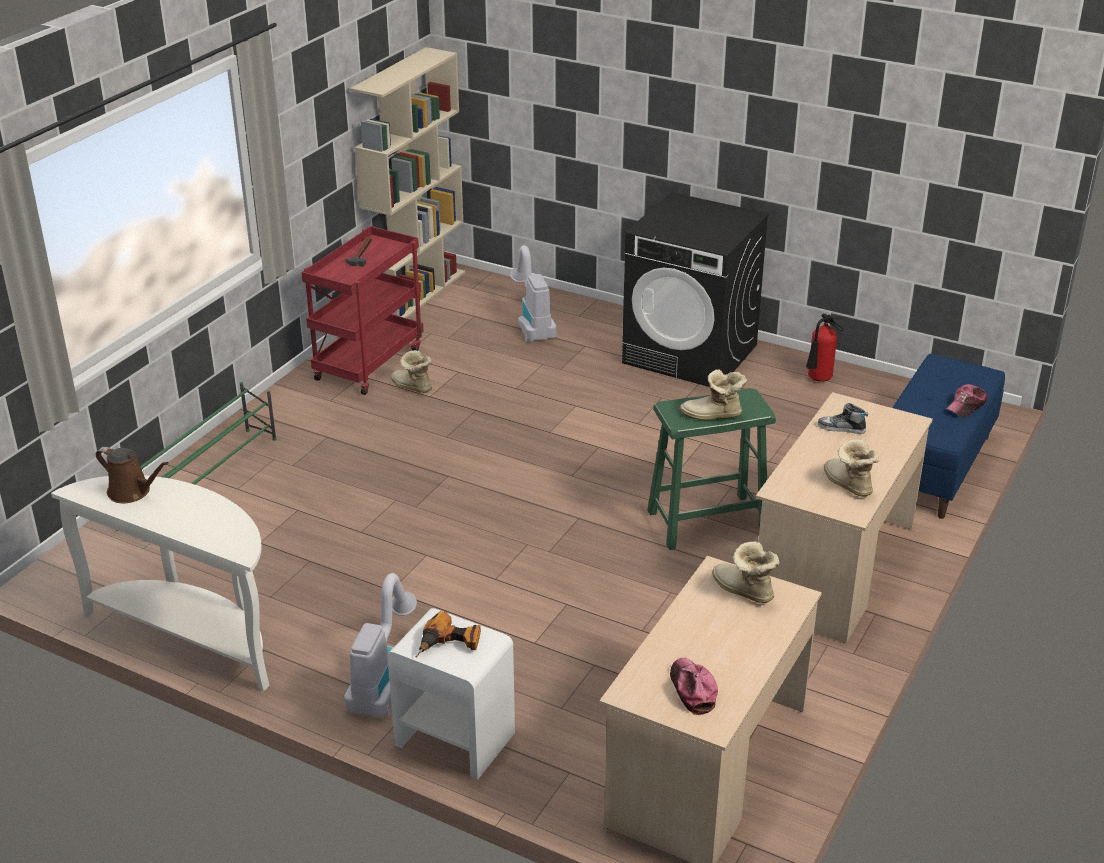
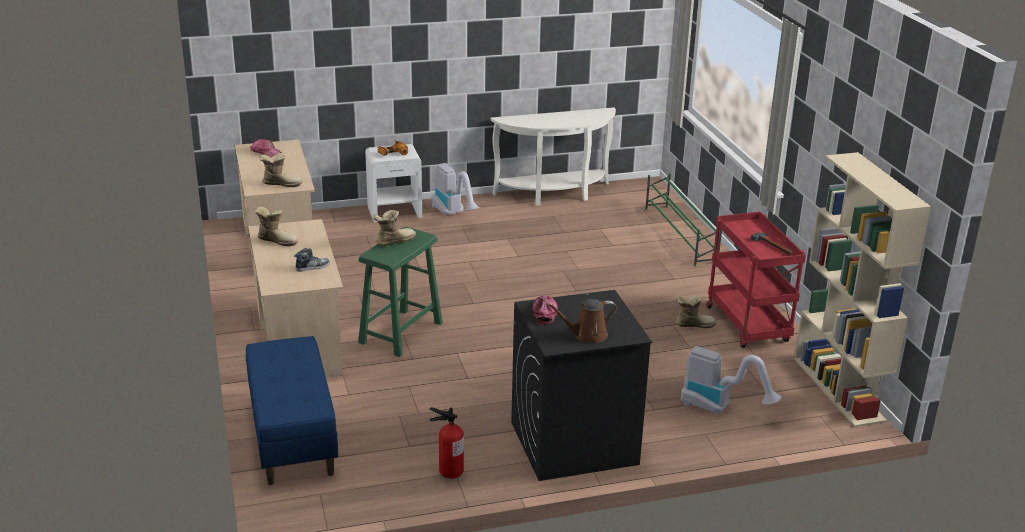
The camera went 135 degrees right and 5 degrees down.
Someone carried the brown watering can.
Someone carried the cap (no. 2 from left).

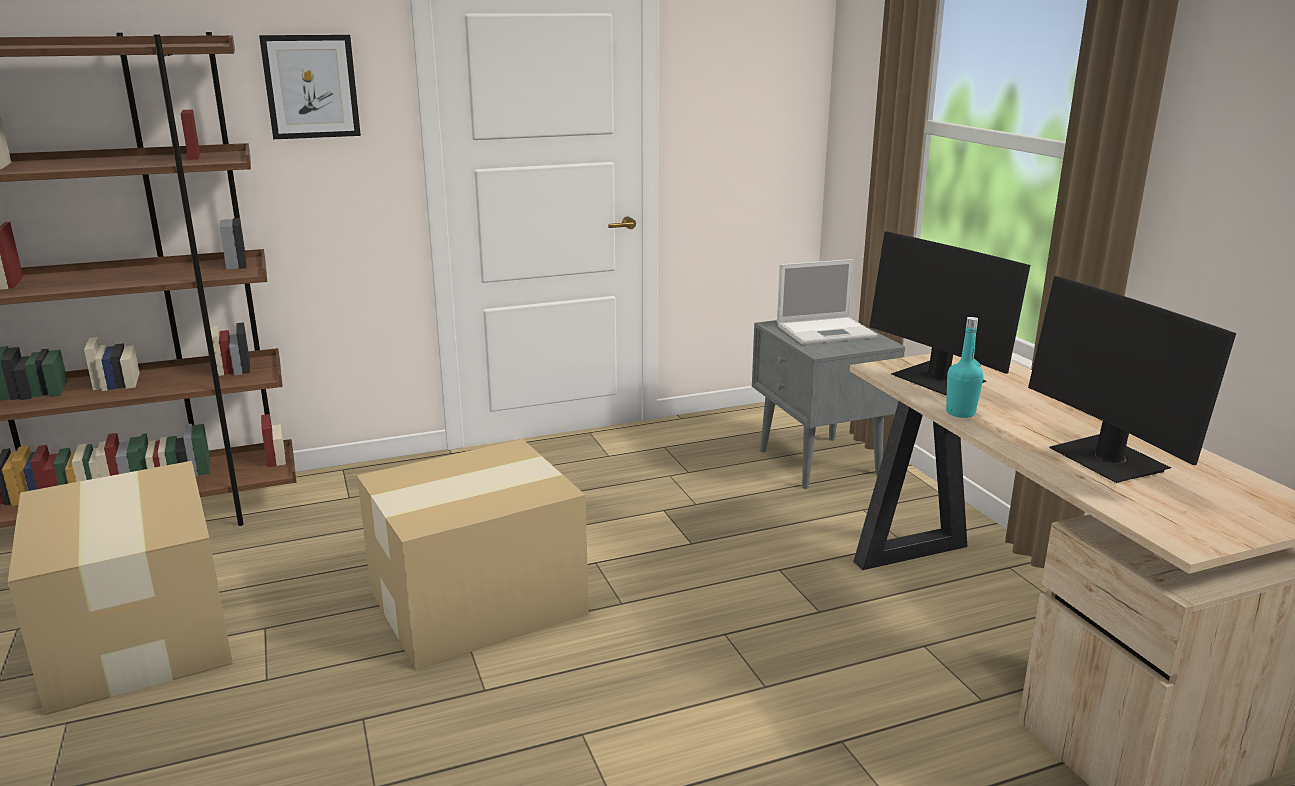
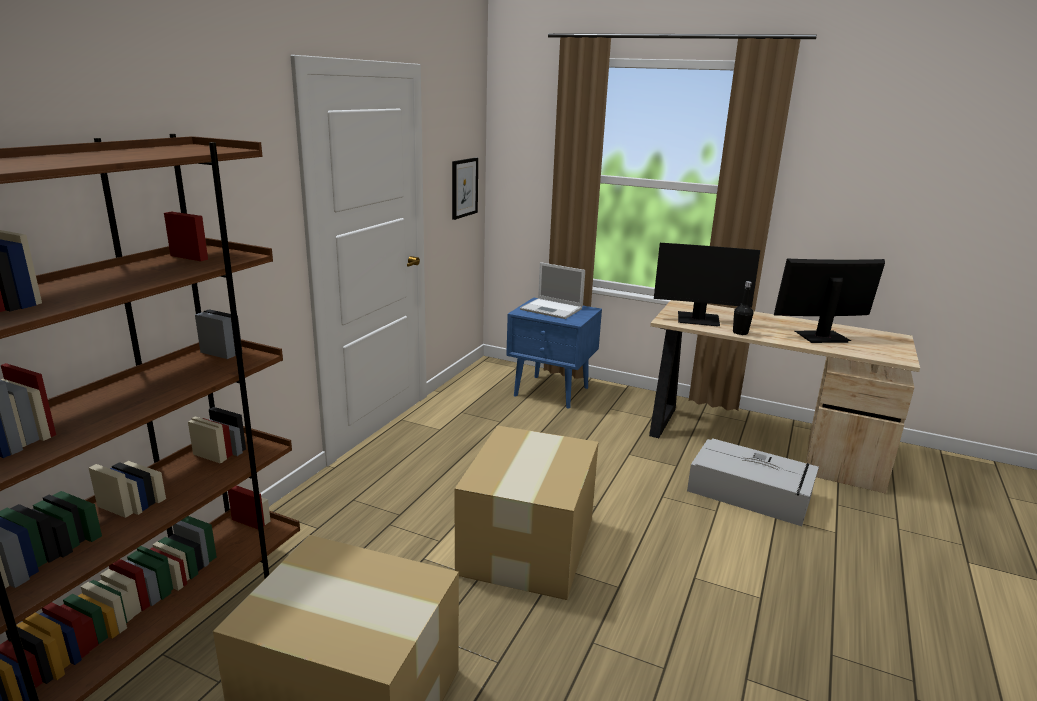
The camera went 45 degrees left and 0 degrees up.
Someone carried the picture.
Someone repainted the grey nightstand, which became the blue nightstand.
Someone rotated the laptop by 90 degrees clockwise.
Someone repainted the turquoise bottle, which became the black bottle.
Someone rotated the monitor (no. 2 from left) by 150 degrees clockwise.
Someone put down the grey storage box.

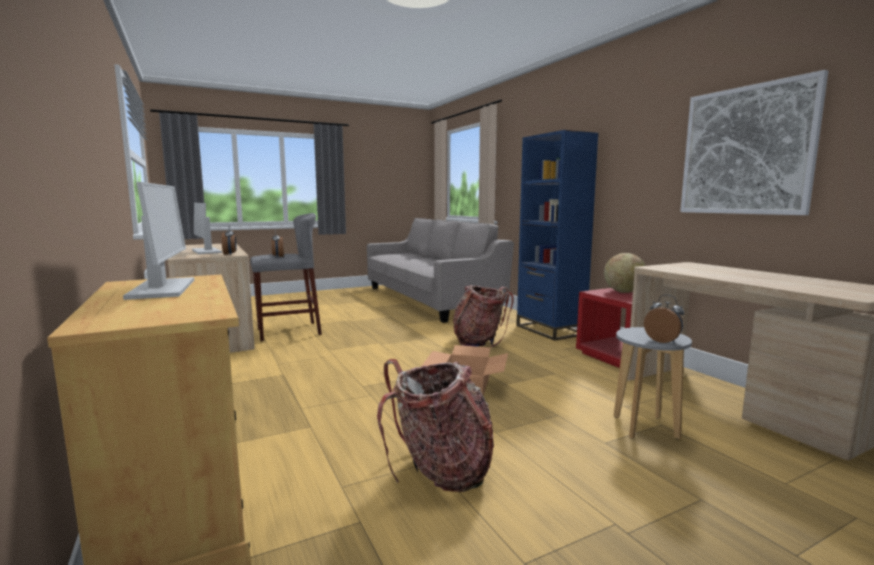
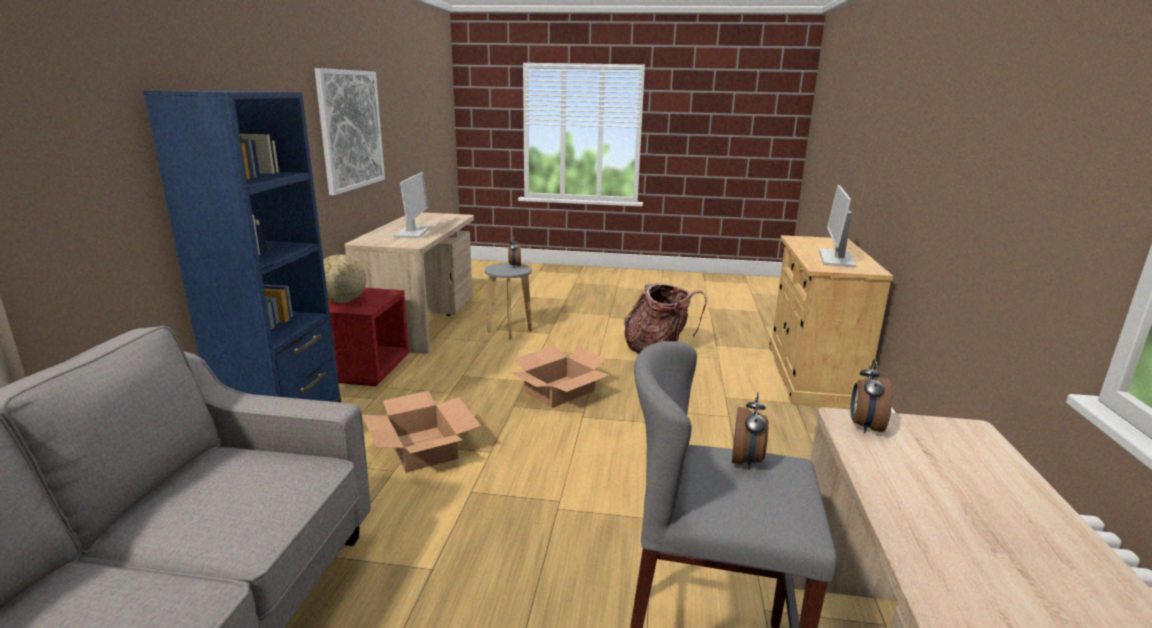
The camera went 145 degrees left and 10 degrees up.
Someone carried the monitor (no. 2 from left in the first image).
Someone swapped the backpack (no. 2 from left) for the cardboard box (no. 1 from left).

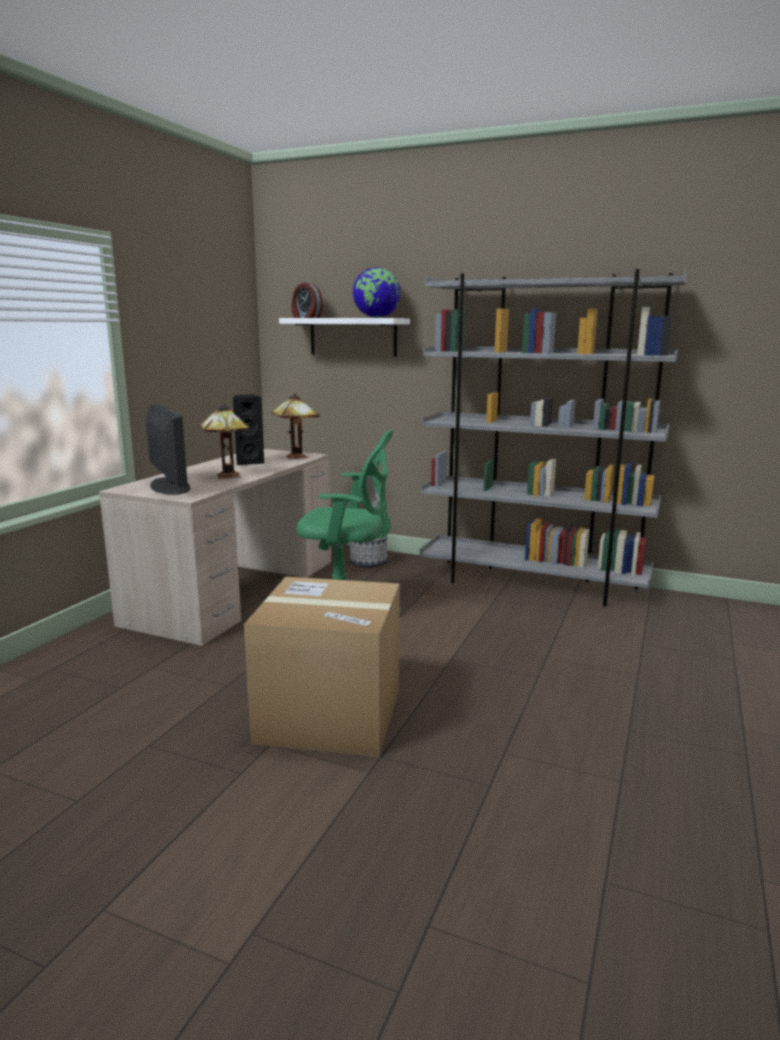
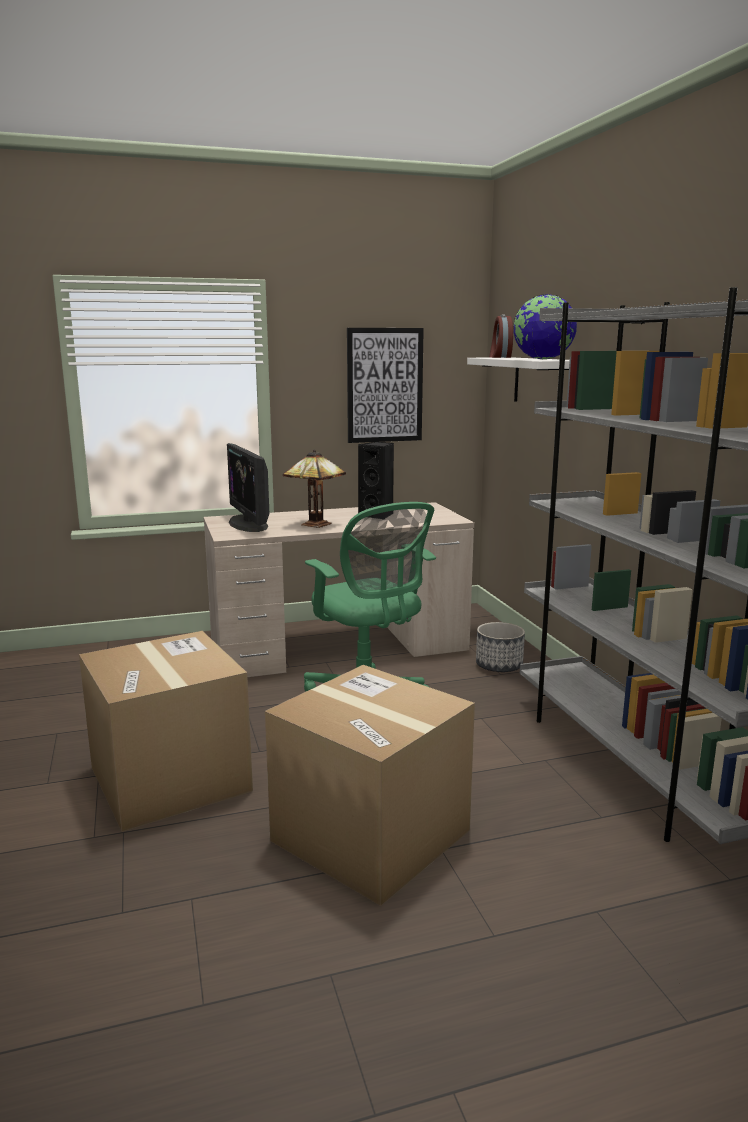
The camera went 50 degrees right and 0 degrees up.
Someone rotated the monitor by 135 degrees clockwise.
Someone took away the table lamp (no. 2 from left).
Someone put down the cardboard box (no. 2 from left).
Someone put up the picture.

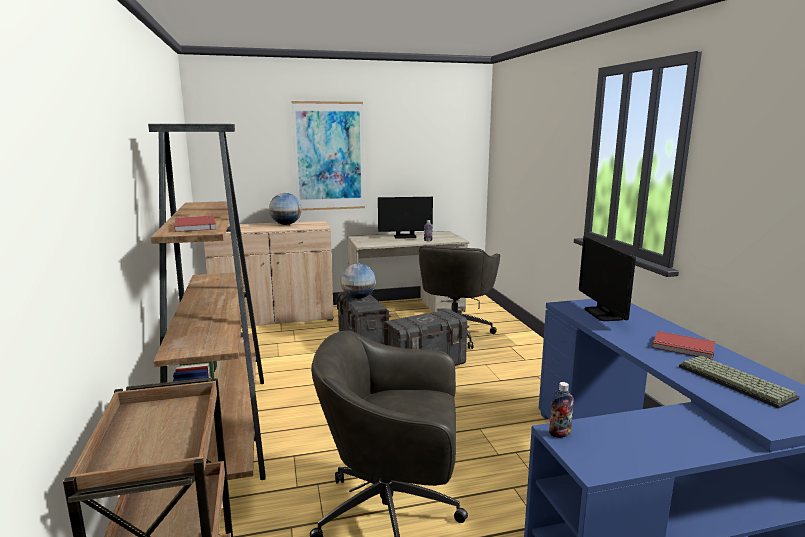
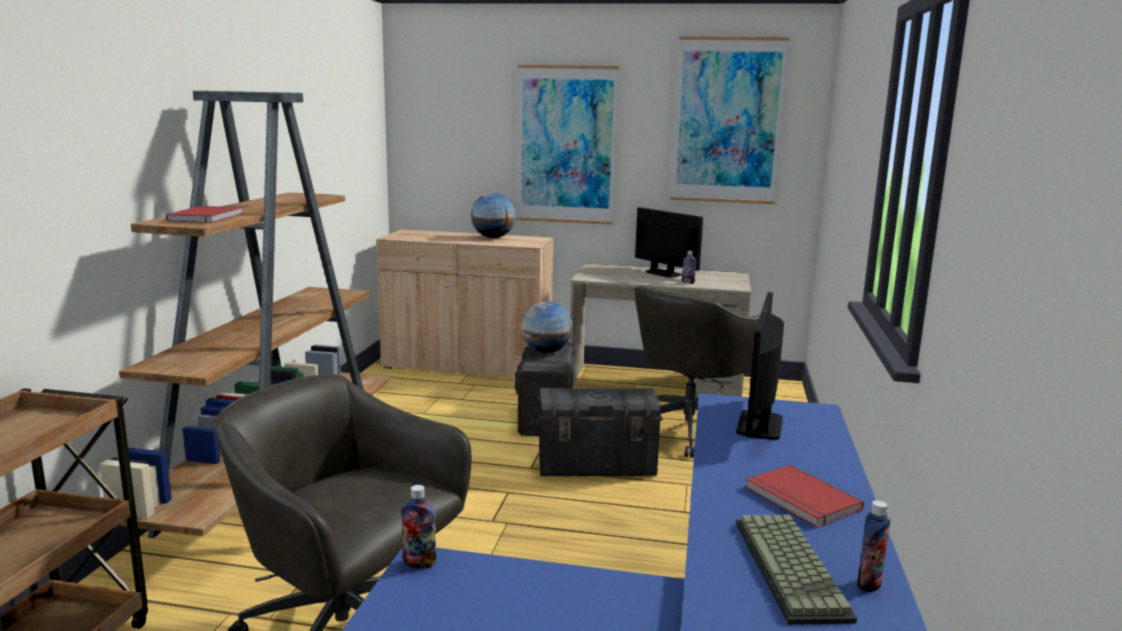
The camera went 25 degrees right and 0 degrees up.
Someone rotated the monitor (no. 1 from left) by 150 degrees counterclockwise.
Someone put up the picture (no. 2 from left).
Someone put down the bottle (no. 3 from left).

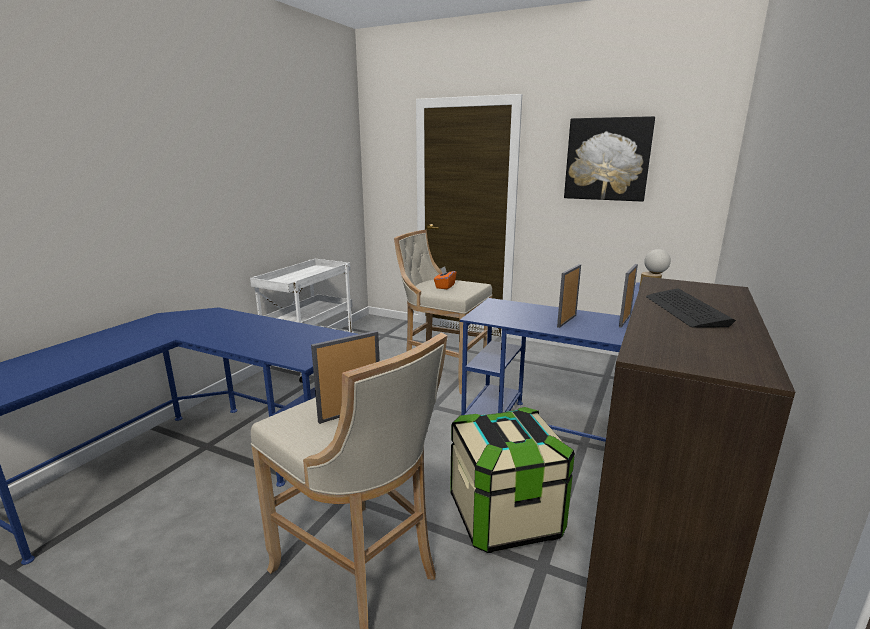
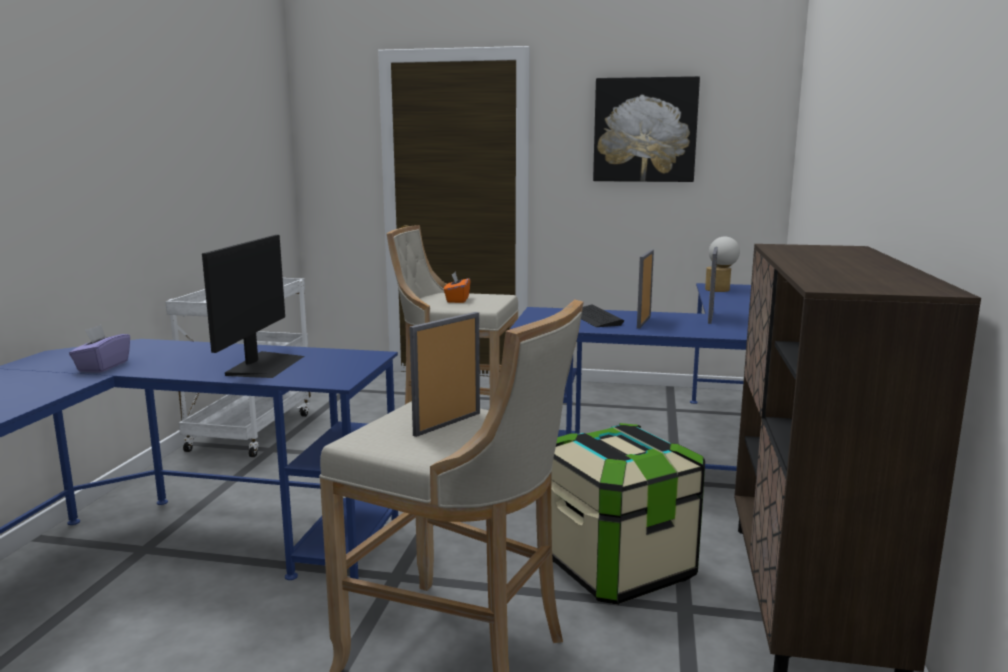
The camera went 15 degrees left and 5 degrees down.
Someone carried the keyboard.
Someone put down the purple tissue box.
Someone put down the monitor.

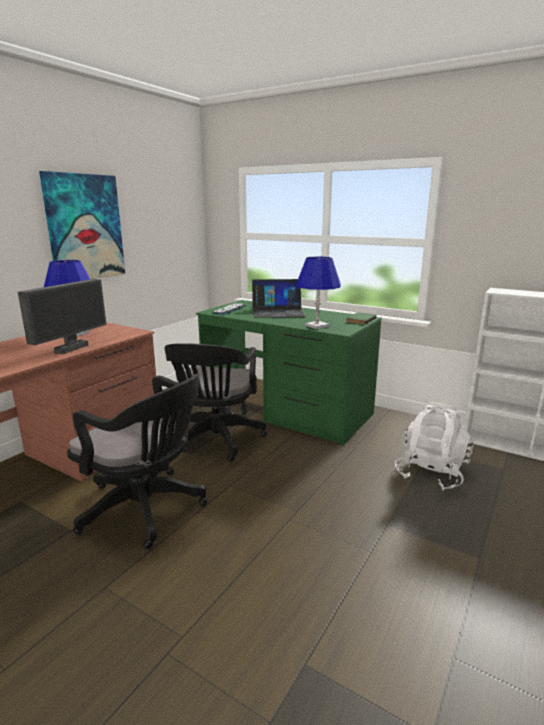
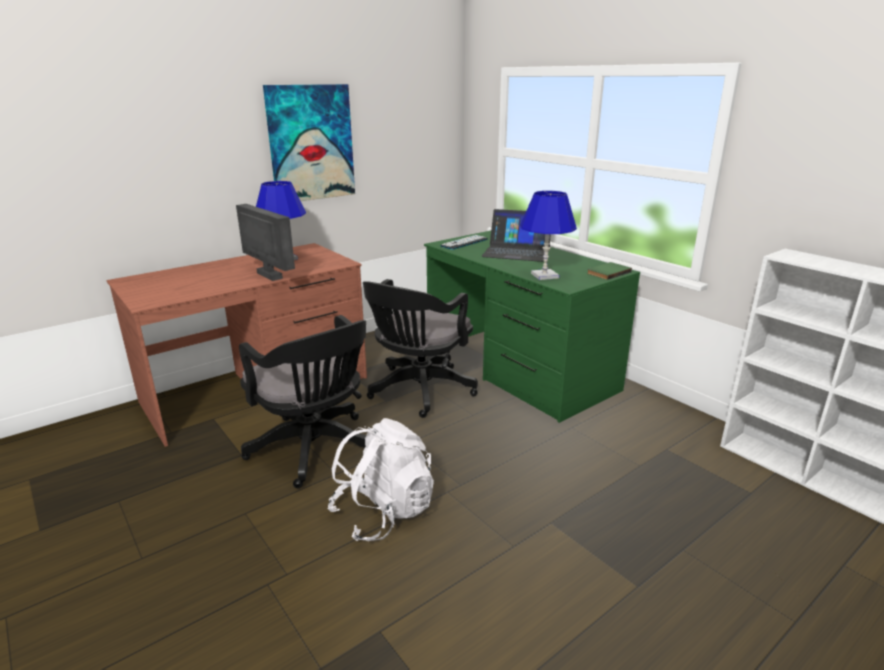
The camera went 20 degrees right and 5 degrees up.
Someone rotated the monitor by 90 degrees counterclockwise.
Someone carried the white backpack.

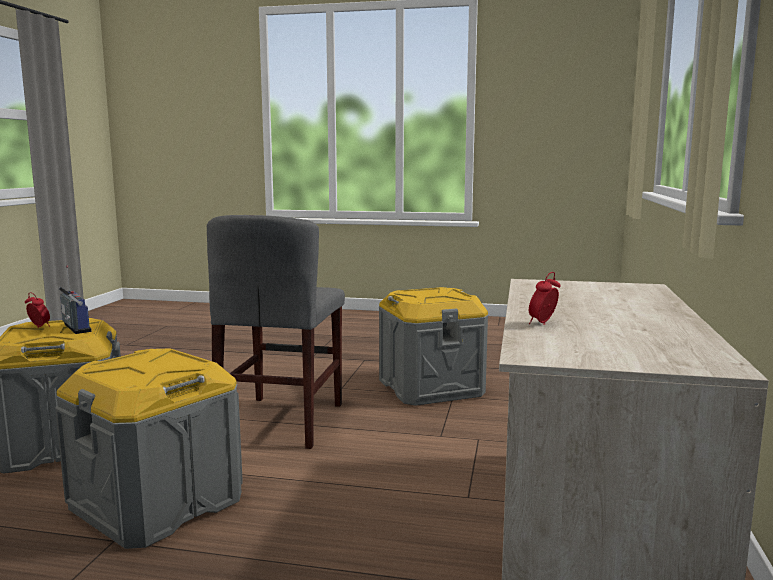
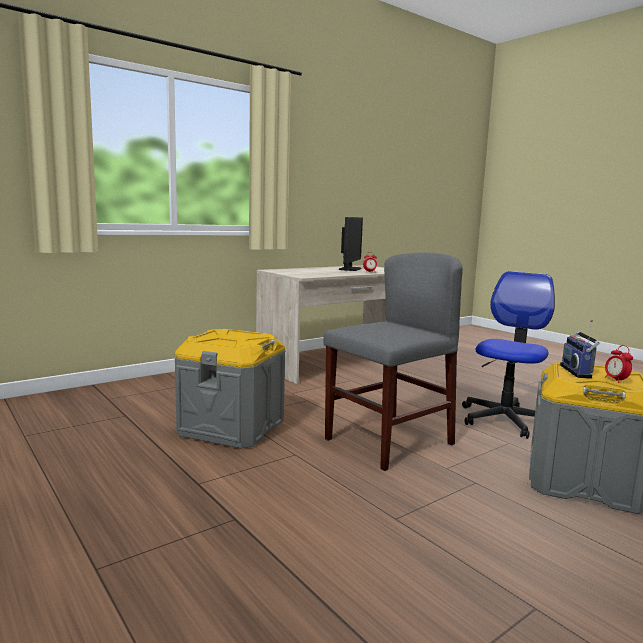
The camera went 140 degrees left and 0 degrees up.
Someone swapped the grey storage box (no. 2 from left) for the office chair.
Someone put down the monitor.

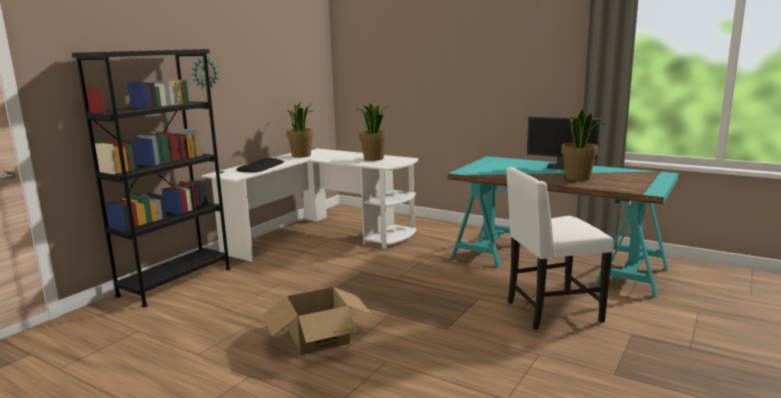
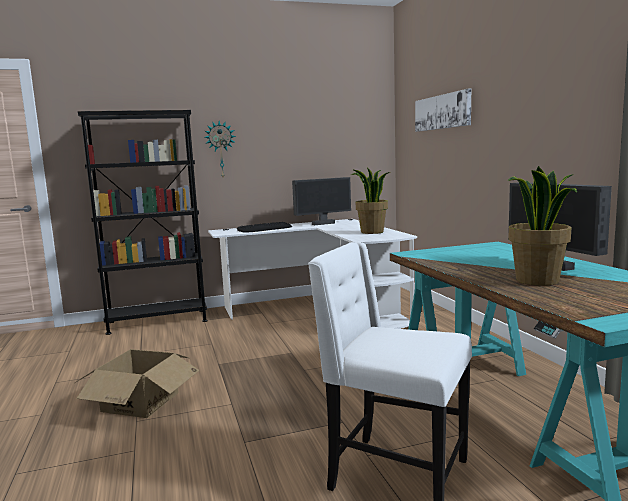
The camera went 40 degrees right and 5 degrees down.
Someone swapped the potted plant (no. 1 from left) for the monitor (no. 1 from left).
Someone put up the picture.

